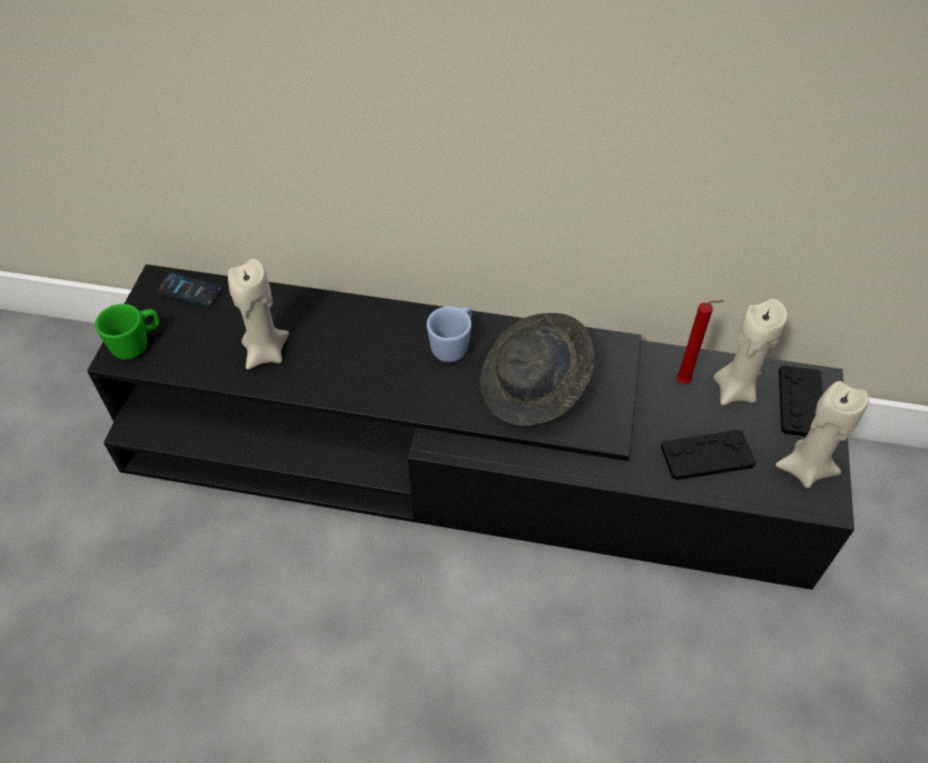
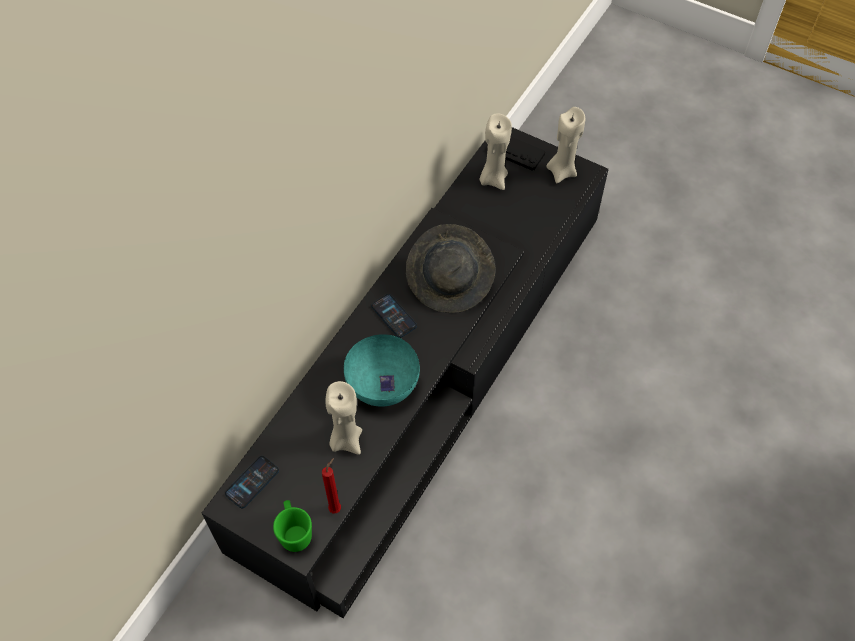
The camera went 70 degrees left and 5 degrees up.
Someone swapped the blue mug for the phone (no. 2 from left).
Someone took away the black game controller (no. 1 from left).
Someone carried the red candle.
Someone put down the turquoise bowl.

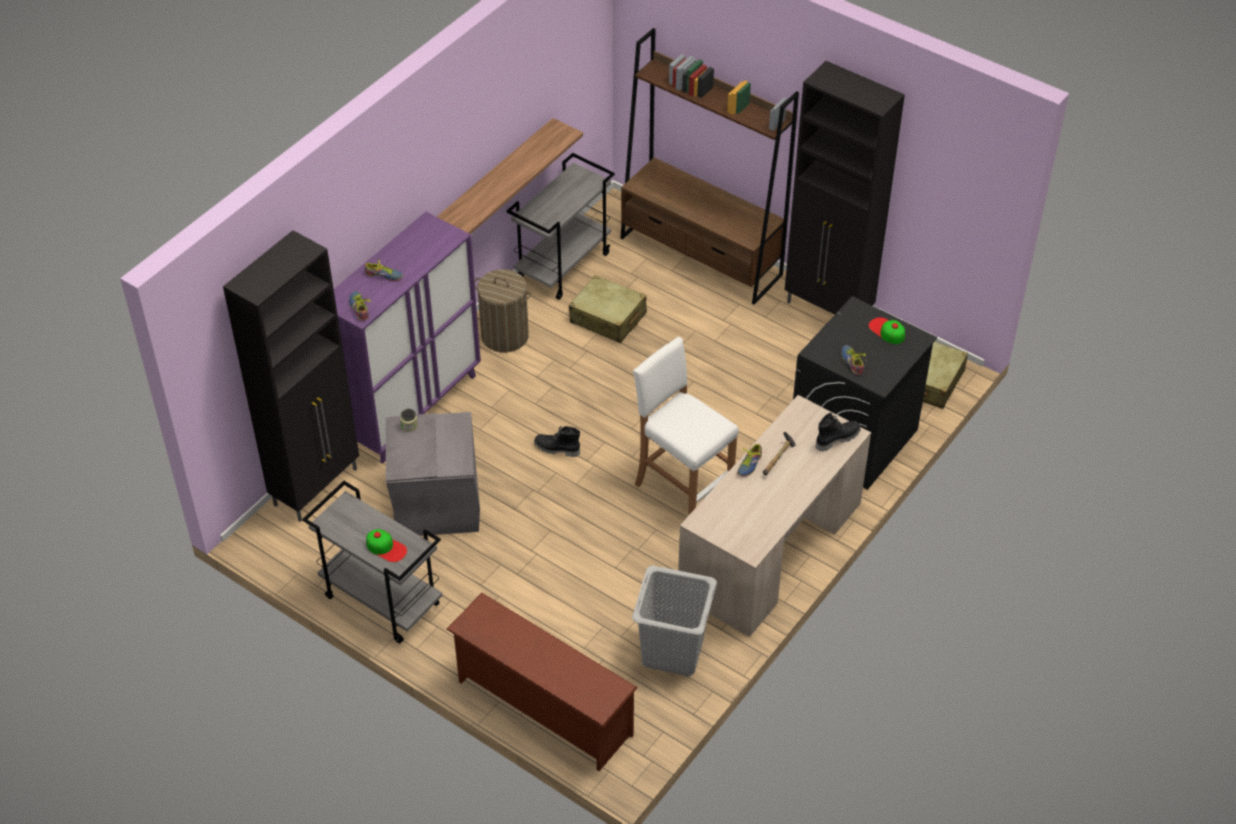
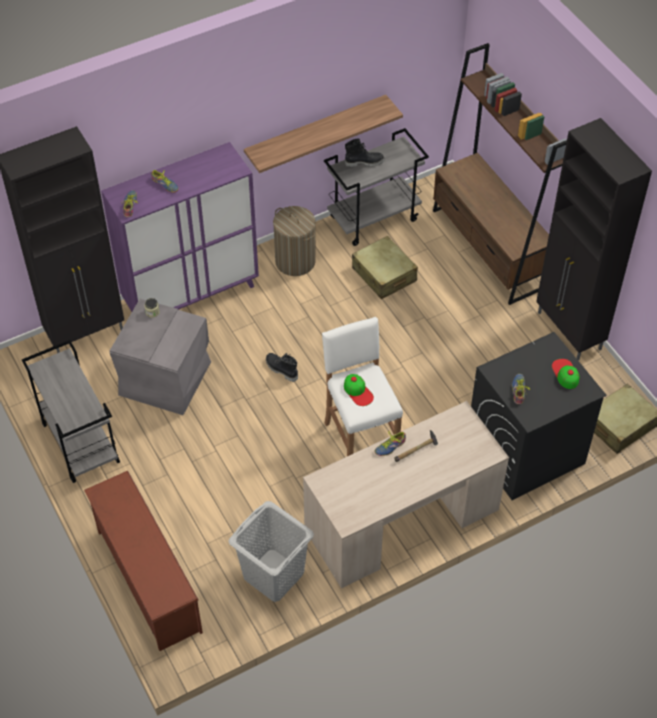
The camera went 25 degrees right and 5 degrees up.
Someone carried the cap (no. 1 from left).
Someone carried the black boot (no. 2 from left).

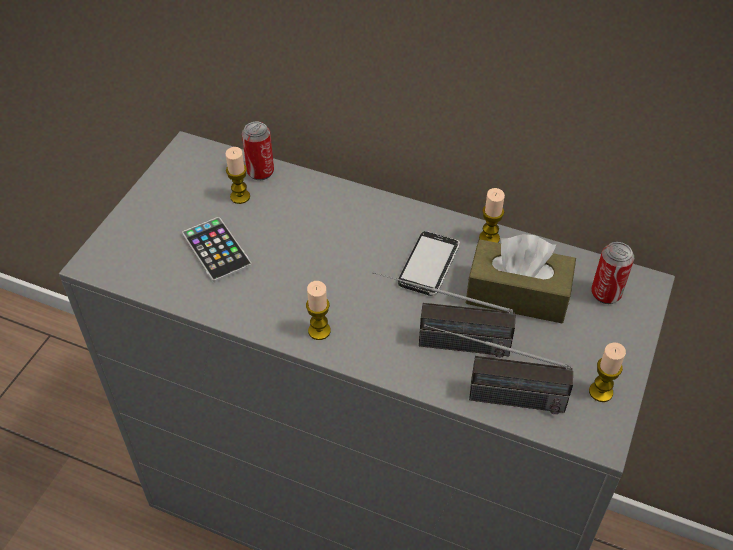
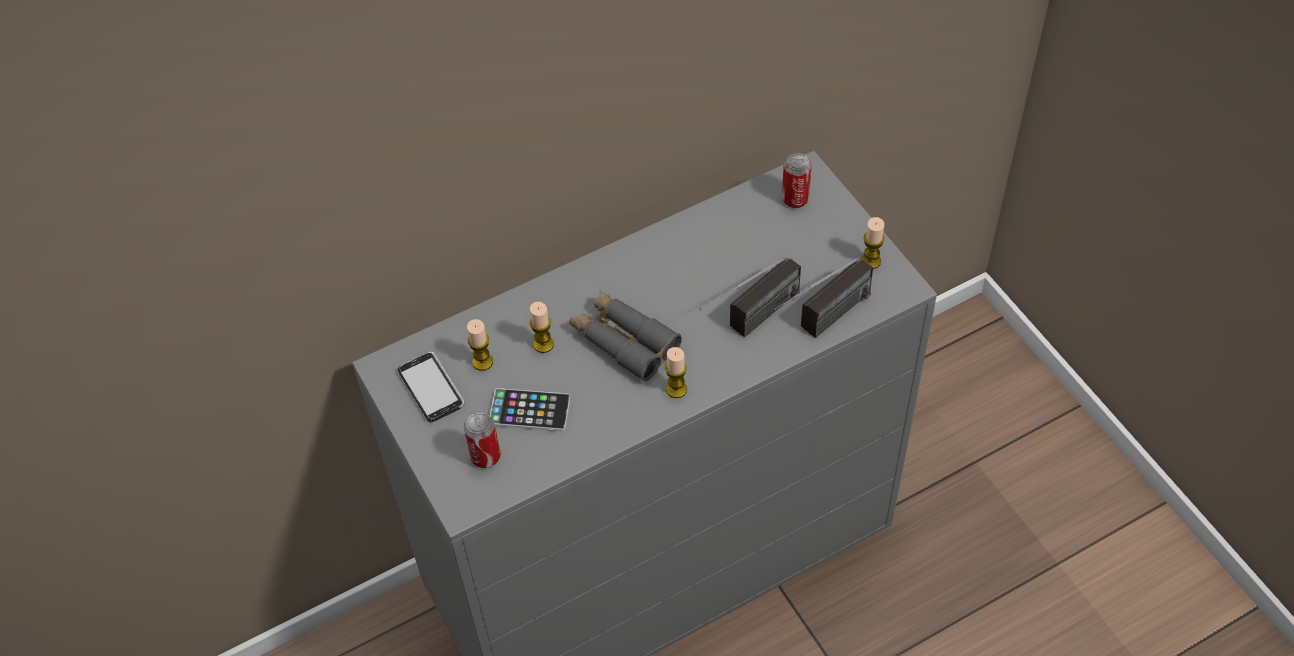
The camera went 50 degrees left and 5 degrees up.
Someone carried the can (no. 1 from left).
Someone carried the phone (no. 2 from left in the first image).
Someone took away the brown tissue box.
Someone carried the candle (no. 3 from left in the first image).
Someone put down the grey binoculars.

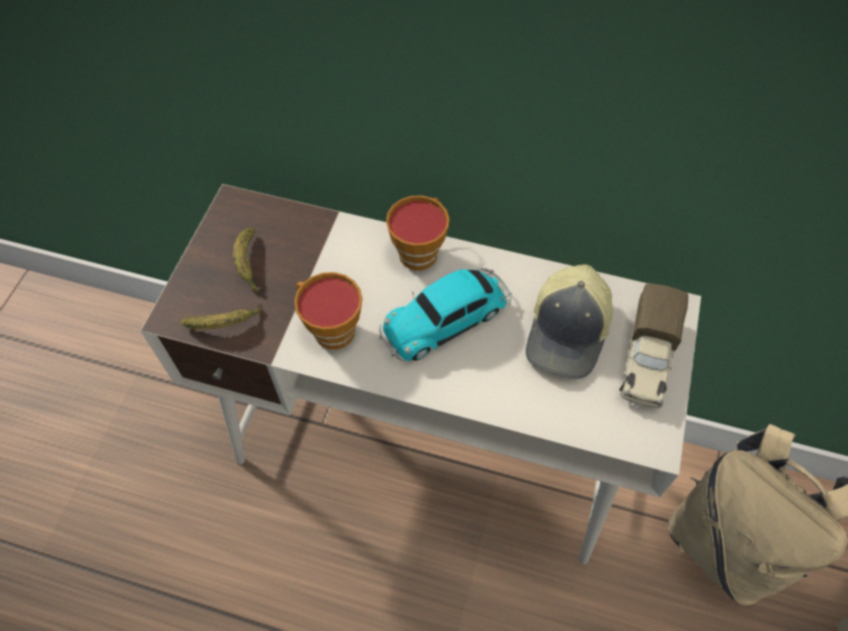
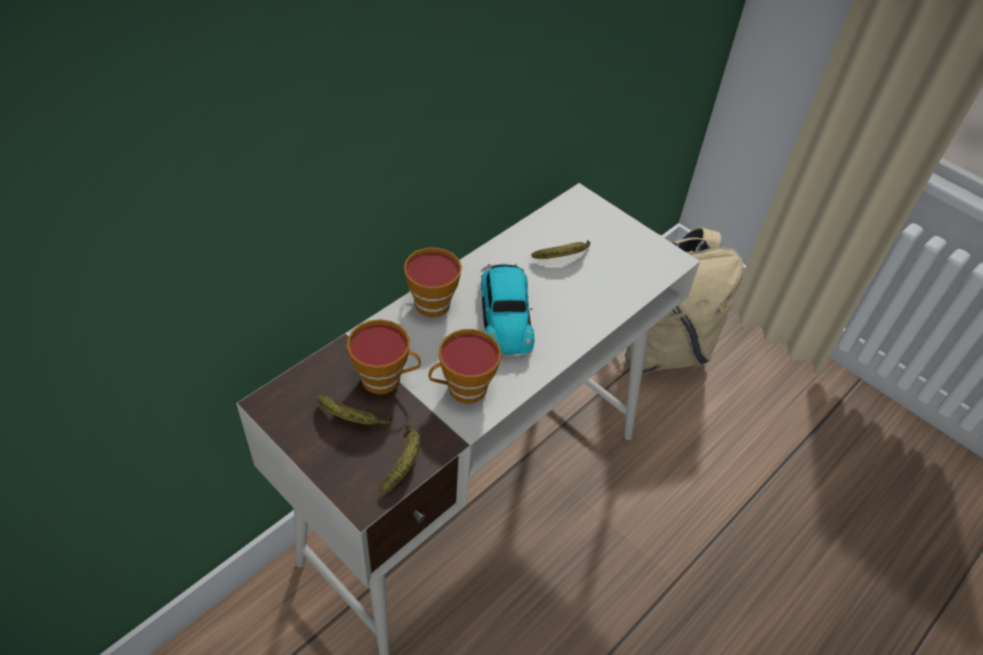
The camera went 65 degrees left and 10 degrees down.
Someone swapped the cap for the banana (no. 3 from left).
Someone took away the toy truck.
Someone put down the cup (no. 1 from left).

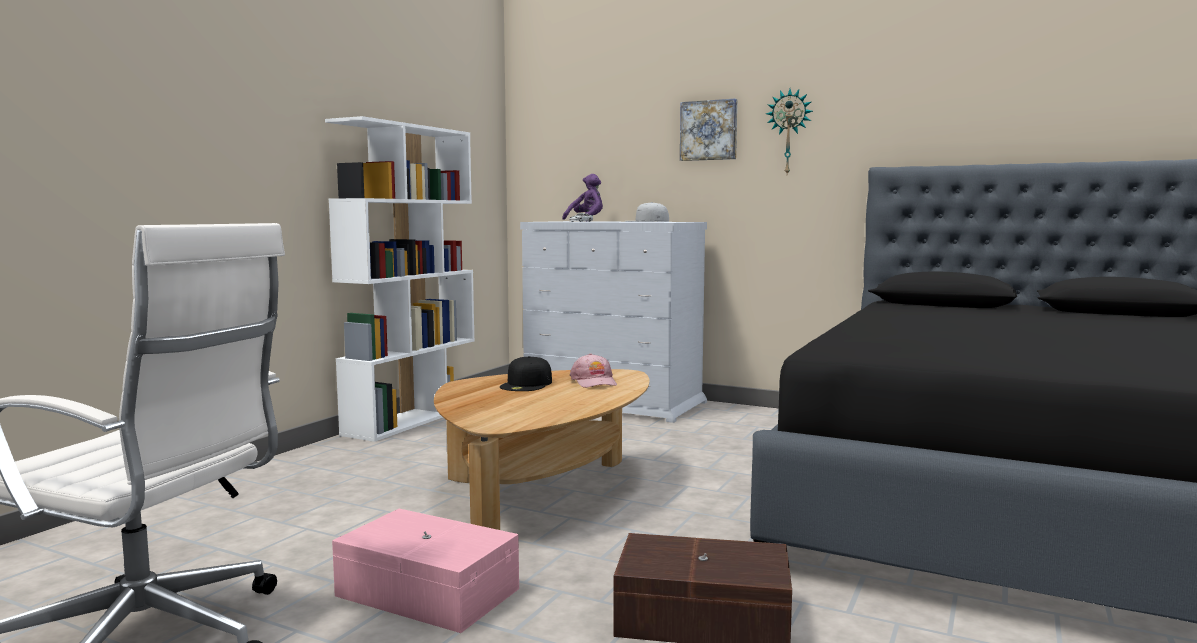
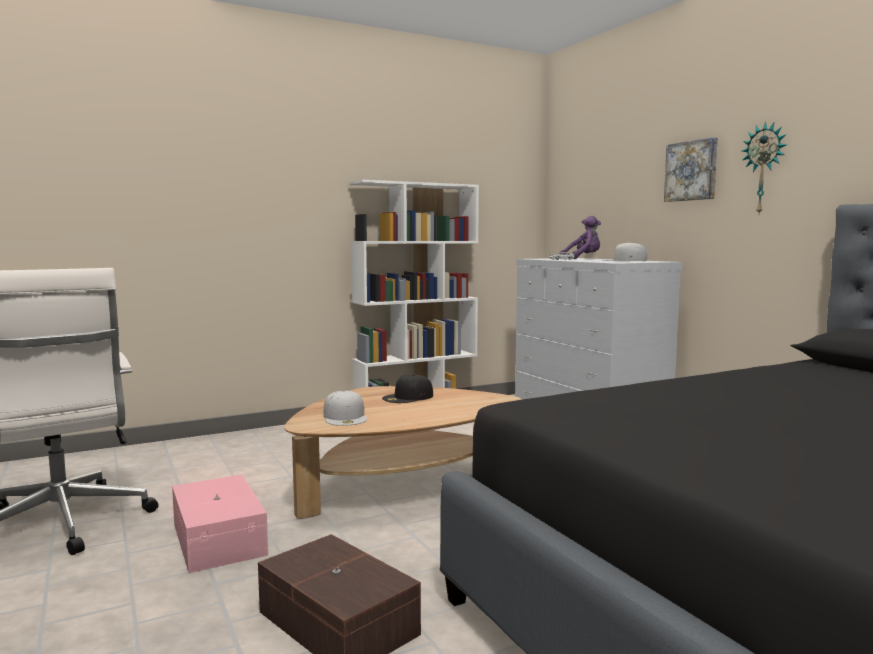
The camera went 35 degrees right and 0 degrees up.
Someone took away the pink cap.
Someone put down the white cap (no. 1 from left).

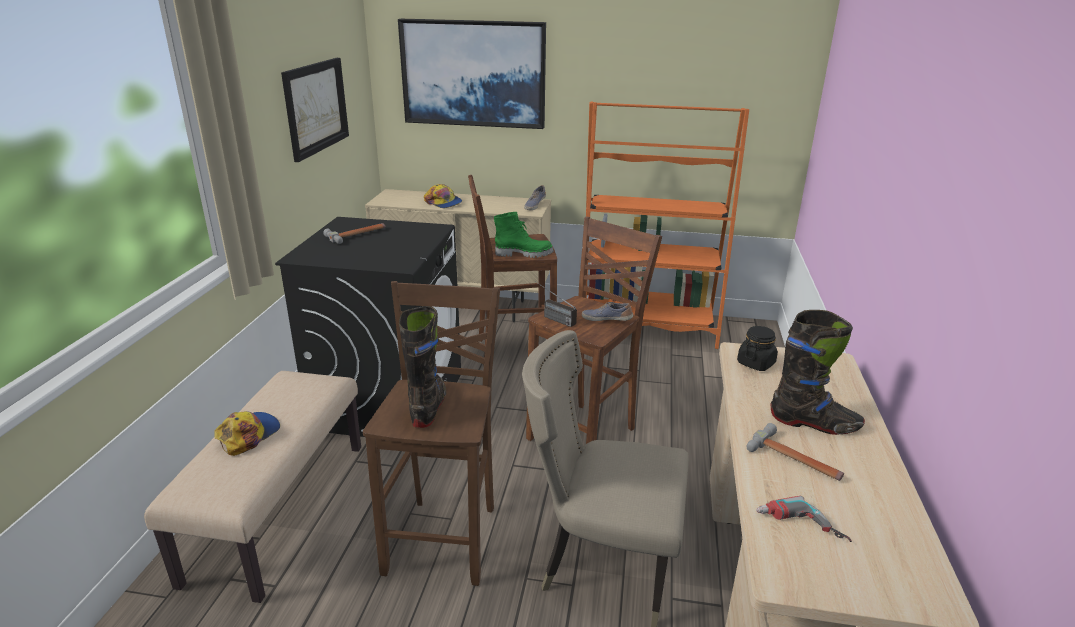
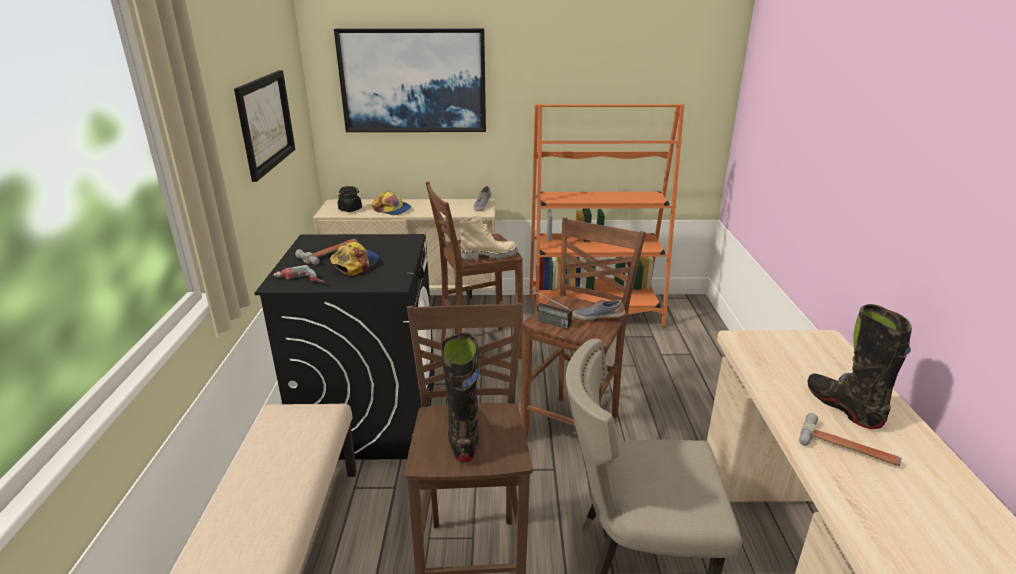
The camera went 10 degrees left and 0 degrees up.
Someone carried the cap (no. 1 from left).
Someone repainted the green boot, which became the beige boot.
Someone carried the black jar.
Someone carried the power drill.
Someone rotated the black boot (no. 2 from left) by 120 degrees counterclockwise.

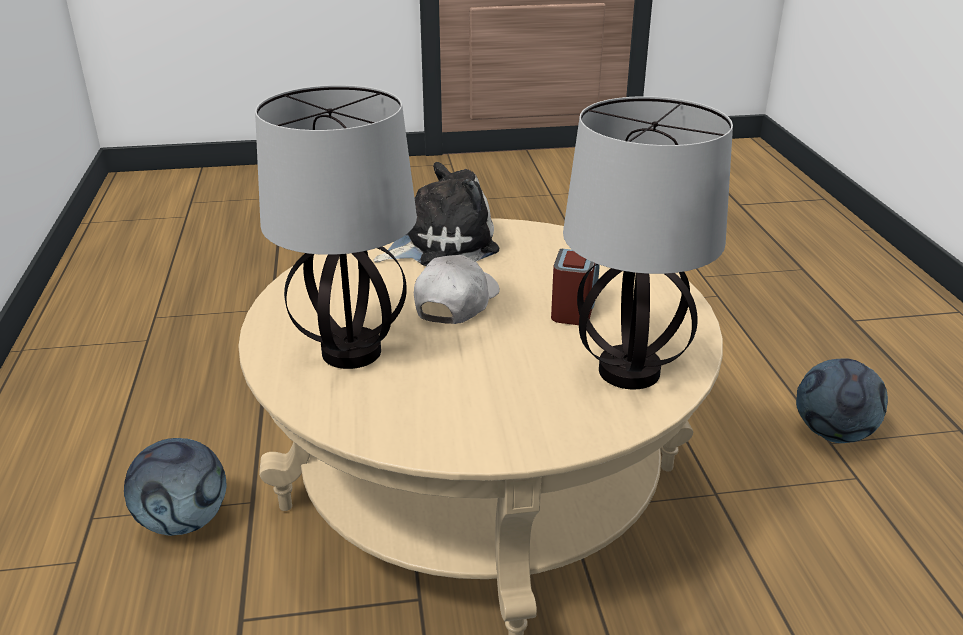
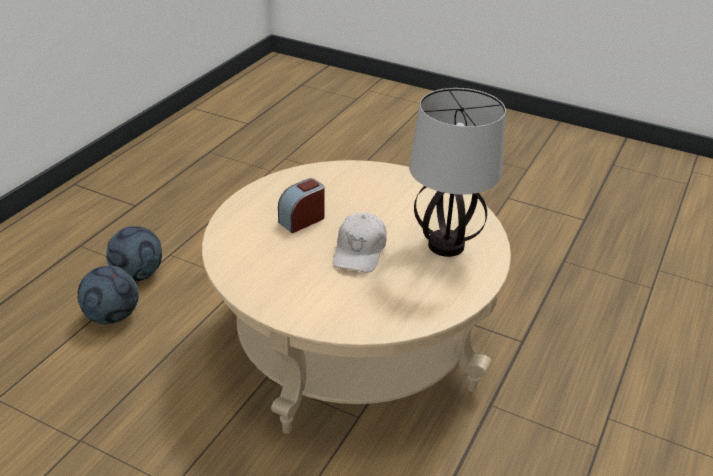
The camera went 145 degrees left and 5 degrees up.
Someone carried the football (no. 1 from left).
Someone took away the plush toy.
Someone rotated the white cap by 45 degrees counterclockwise.
Someone took away the table lamp (no. 2 from left).

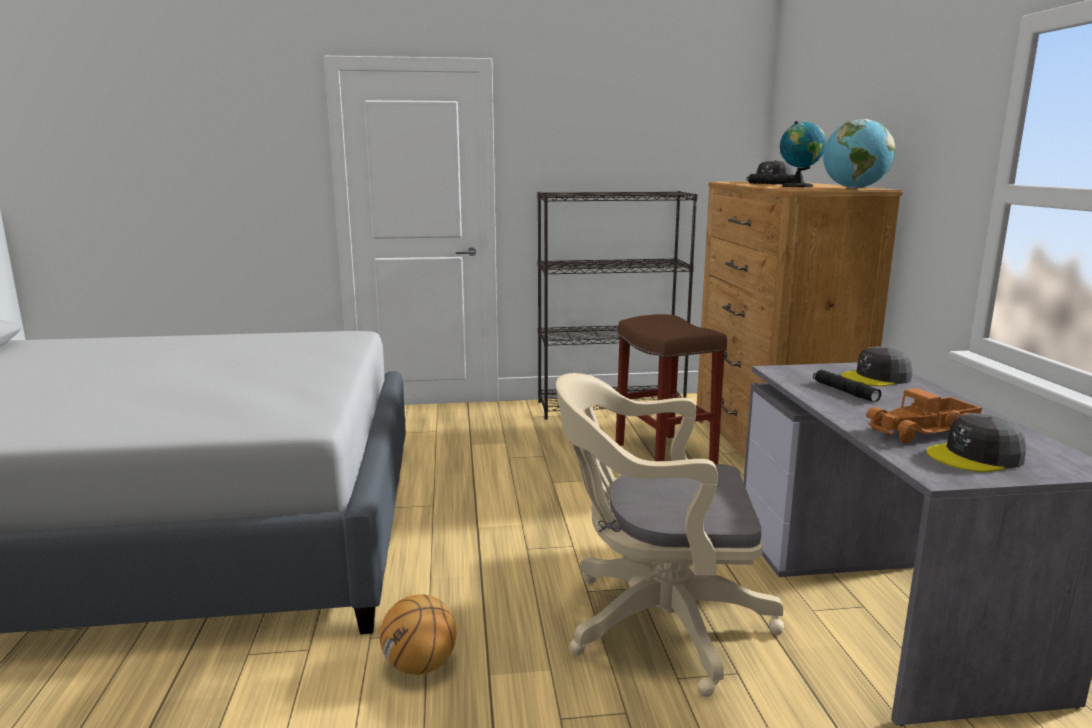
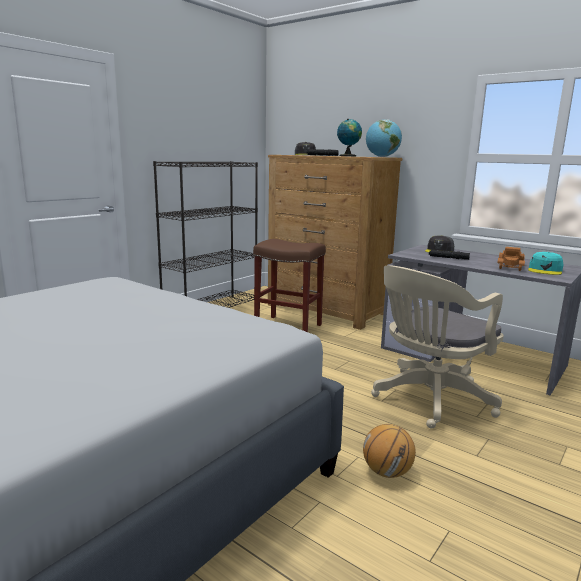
The camera went 45 degrees left and 0 degrees up.
Someone repainted the grey cap (no. 3 from left), which became the turquoise cap.

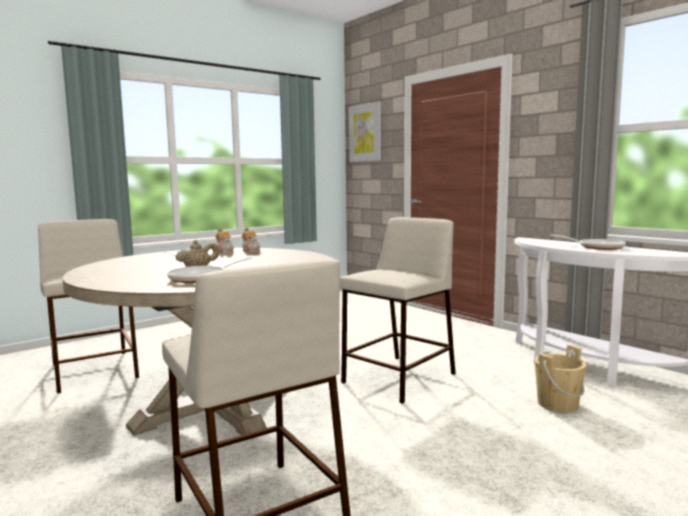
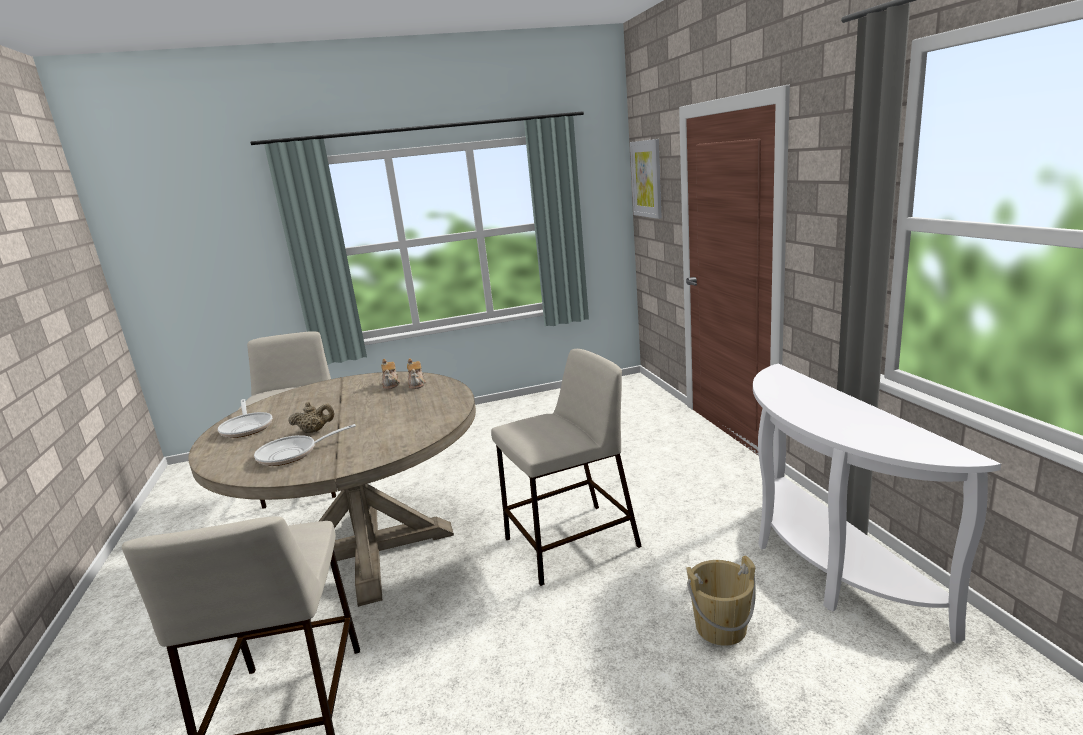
The camera went 25 degrees right and 10 degrees up.
Someone carried the frying pan (no. 2 from left in the first image).

